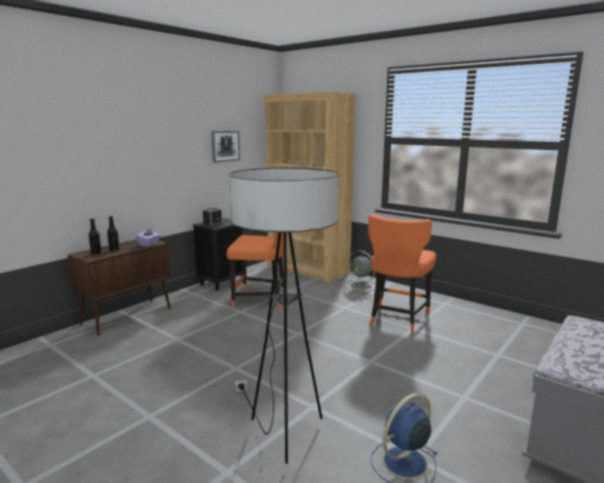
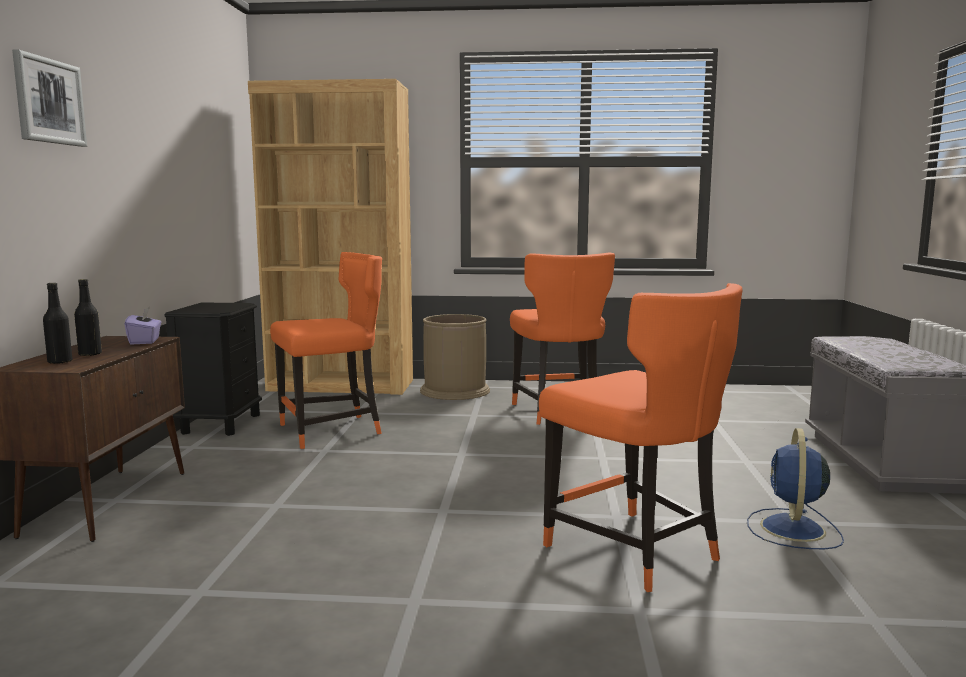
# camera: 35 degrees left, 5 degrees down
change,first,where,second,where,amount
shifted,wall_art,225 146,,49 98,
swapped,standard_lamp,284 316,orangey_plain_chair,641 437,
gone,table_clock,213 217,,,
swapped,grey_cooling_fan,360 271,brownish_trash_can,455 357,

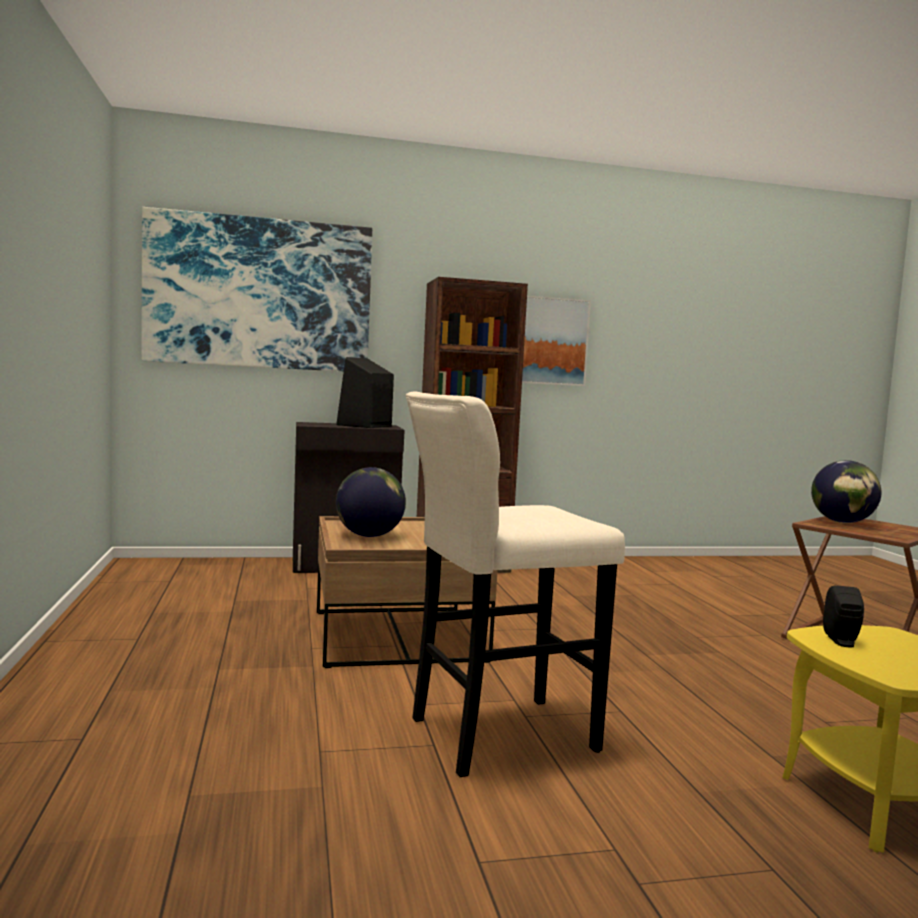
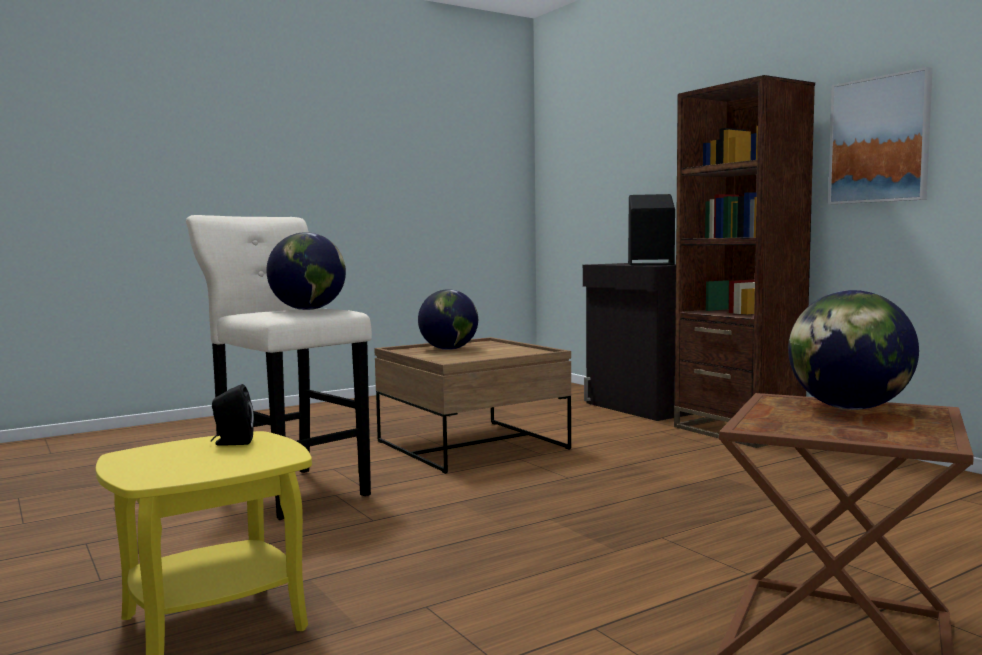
# camera: 70 degrees right, 0 degrees up
change,first,where,second,where,amount
gone,wall_art,256 289,,,
new,,,world_globe,306 271,

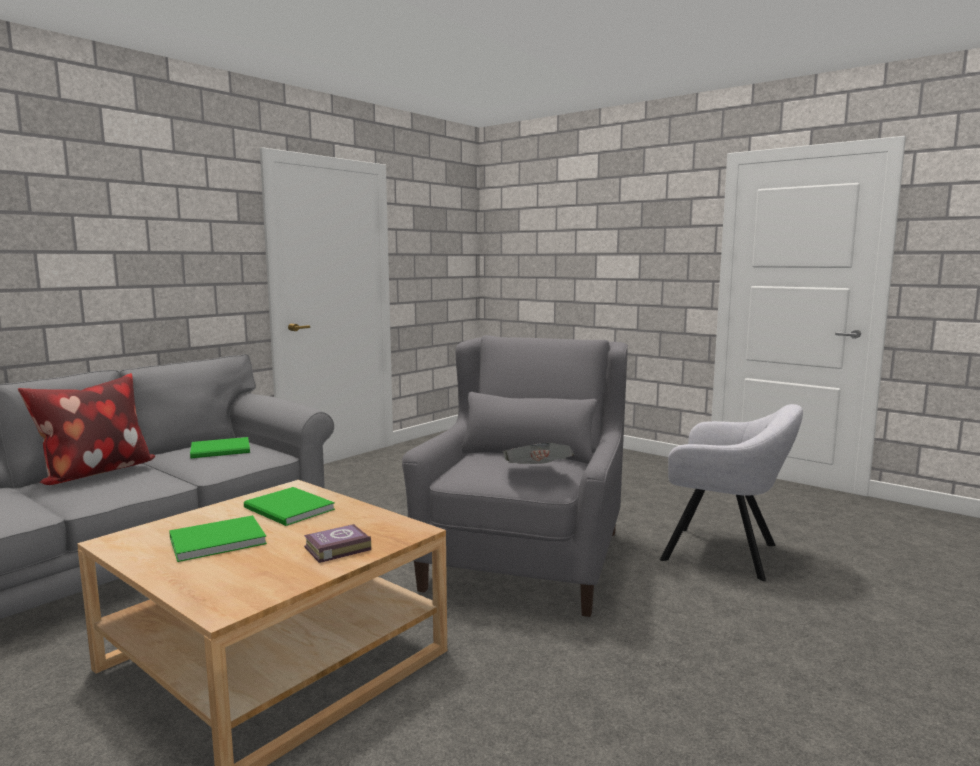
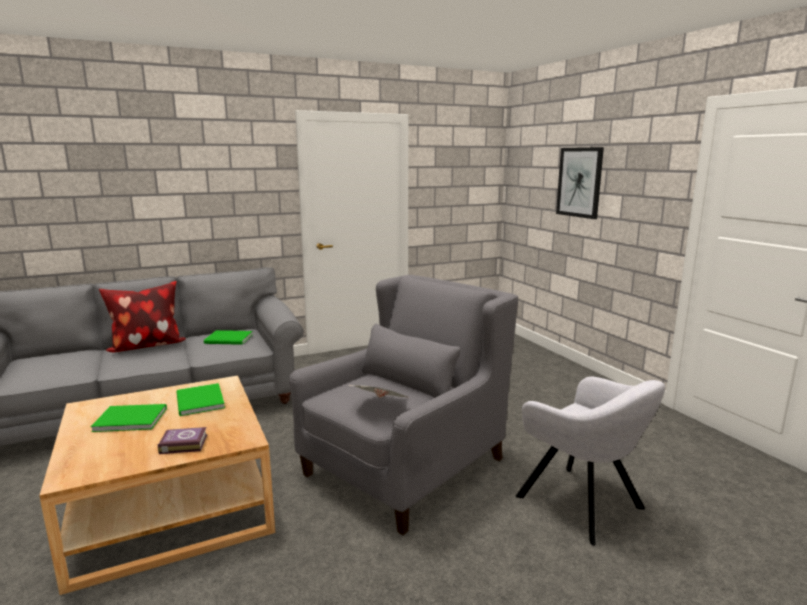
# camera: 25 degrees right, 5 degrees up
change,first,where,second,where,amount
new,,,wall_art,580 183,

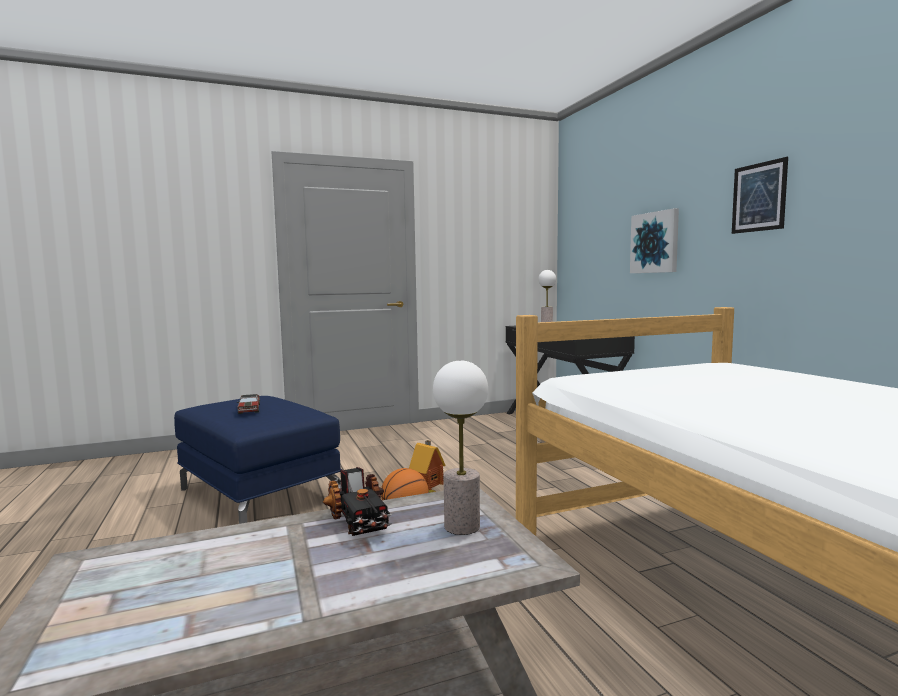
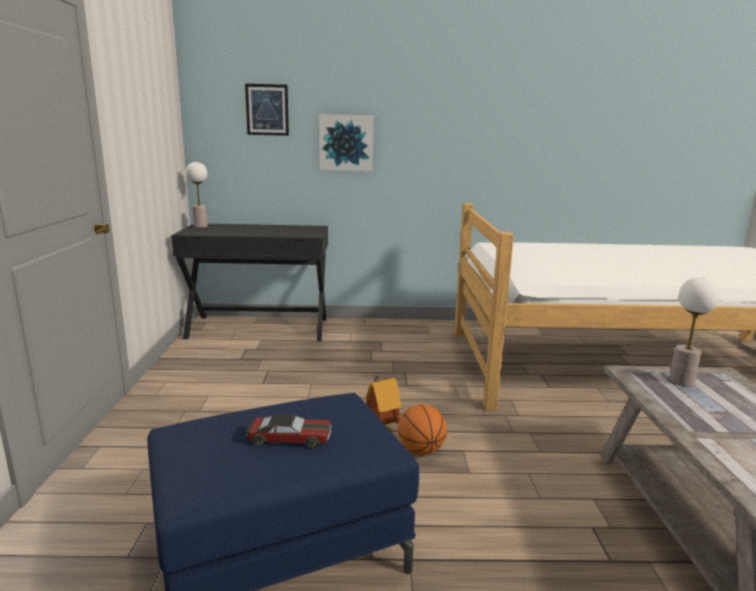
# camera: 70 degrees left, 10 degrees up
change,first,where,second,where,amount
shifted,wall_art,760 195,,267 110,
gone,toy_lorry,357 501,,,

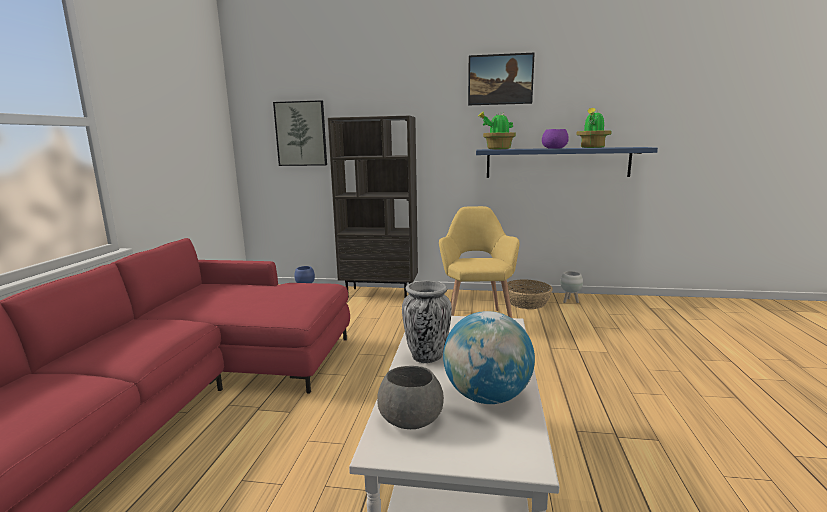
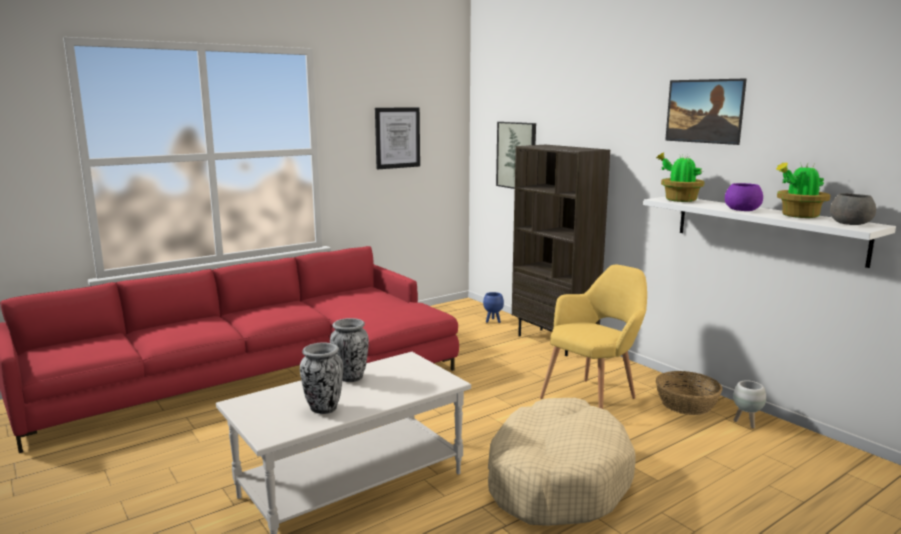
# camera: 45 degrees right, 0 degrees up
change,first,where,second,where,amount
repainted,blue_bracket_shelf,567 162,white_bracket_shelf,769 232,
swapped,world_globe,489 357,decorative_vase,321 378,
shifted,grey_bowl,410 397,,853 209,
new,,,wall_art,397 138,
new,,,sand-coloured_pet_bed,562 462,

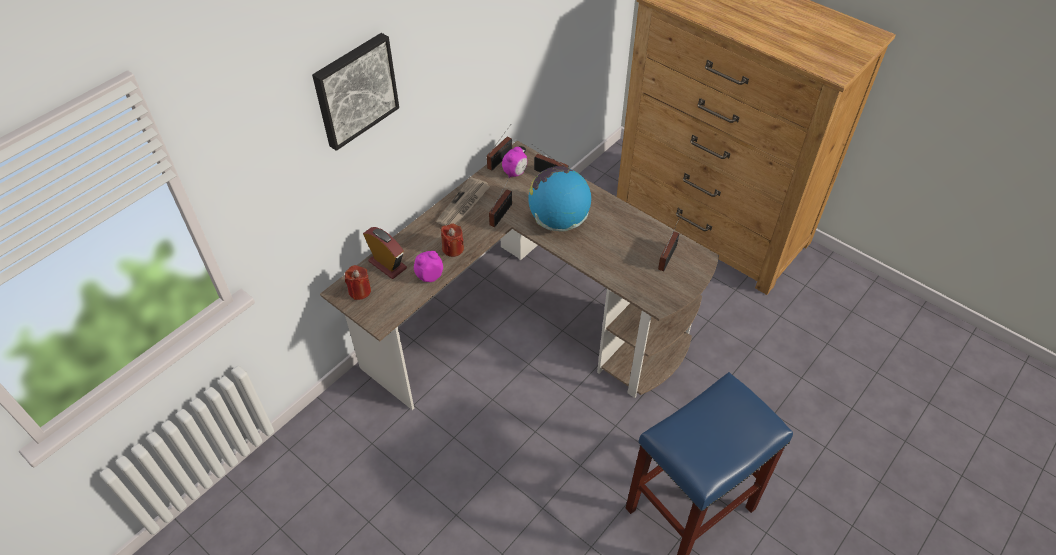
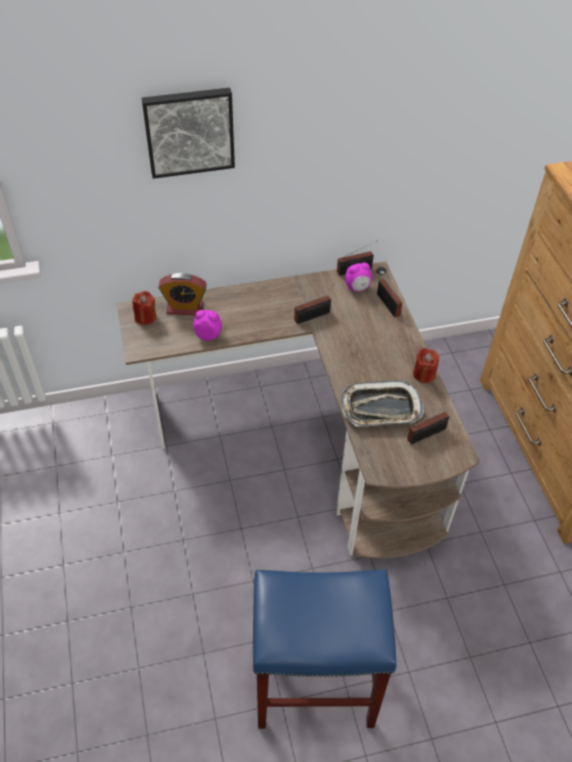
# camera: 35 degrees right, 0 degrees up
change,first,where,second,where,amount
gone,world_globe,559 198,,,
gone,daily_paper,463 201,,,
shifted,red_wax_light,452 240,,426 365,
rotated,table_clock,385 253,,182 294,105 degrees clockwise
new,,,tray,383 403,

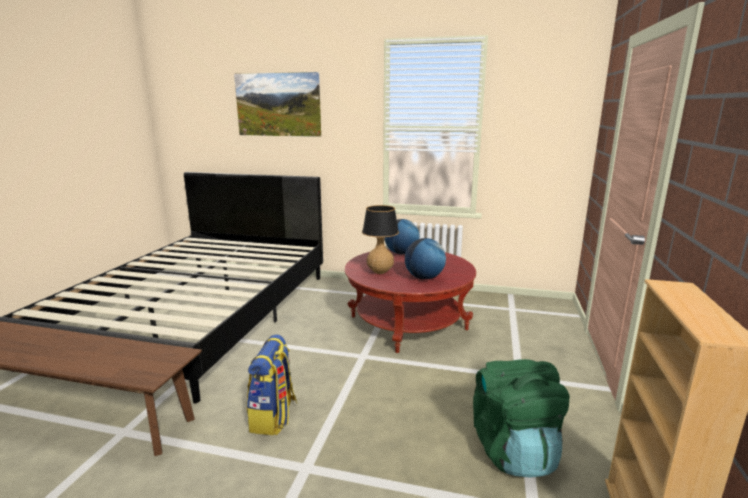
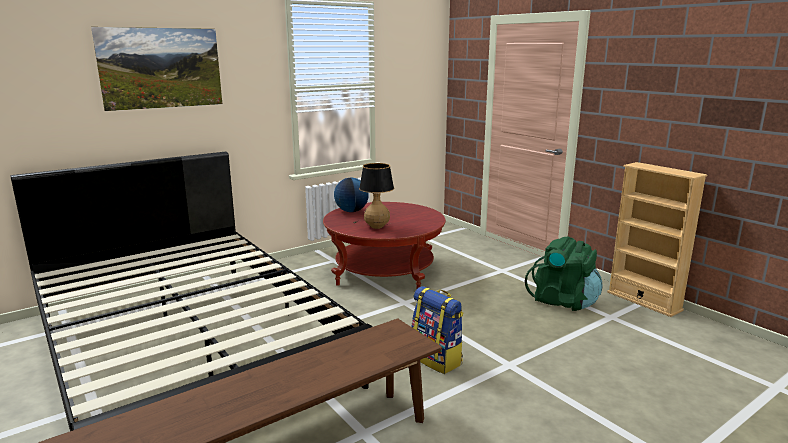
# camera: 50 degrees left, 0 degrees up
change,first,where,second,where,amount
gone,world_globe,425 258,,,

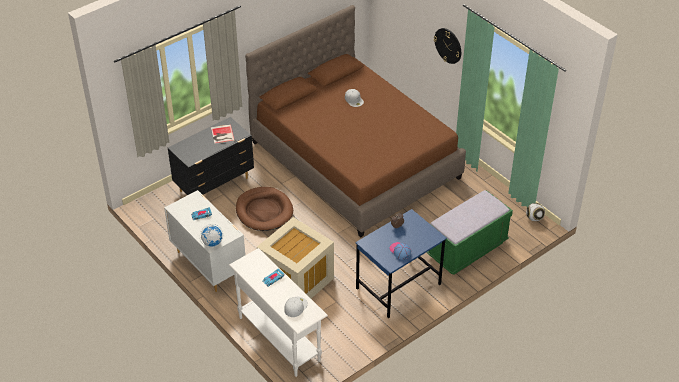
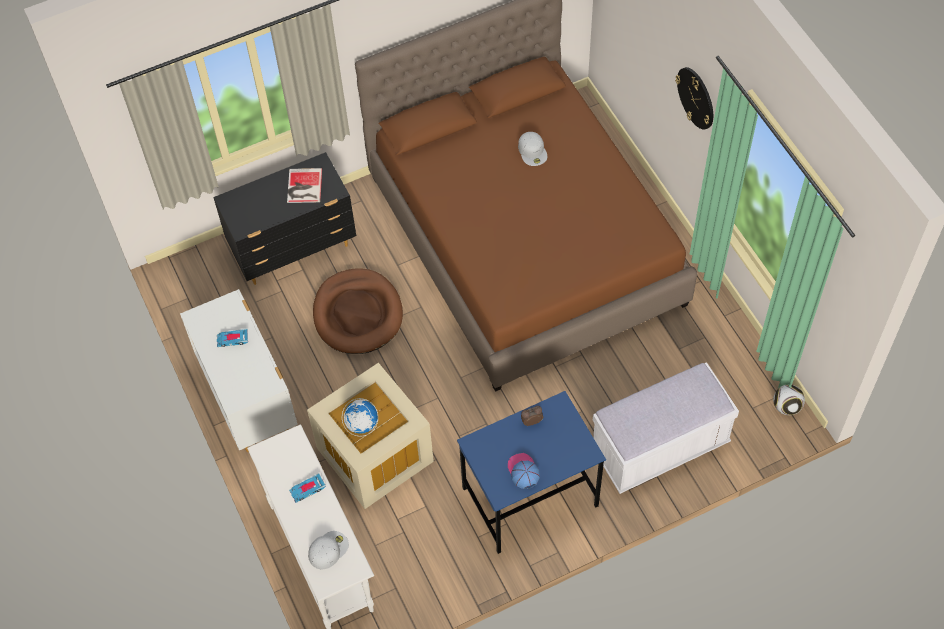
# camera: 15 degrees right, 15 degrees up
change,first,where,second,where,amount
repainted,greenish_indoor_bench,470 232,white_indoor_bench,666 428,
shifted,world_globe,211 236,,360 417,

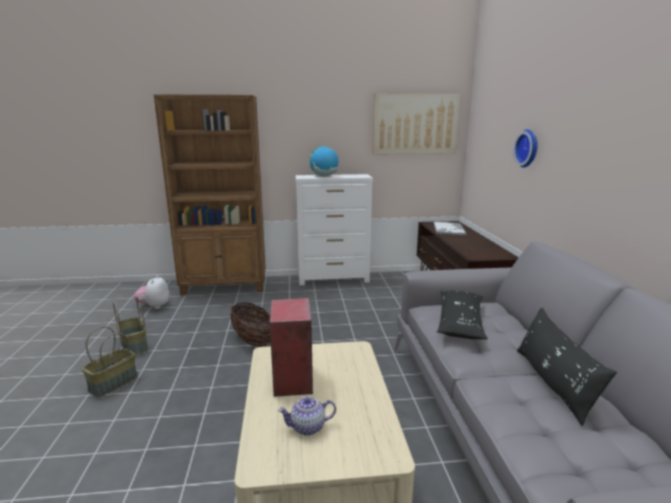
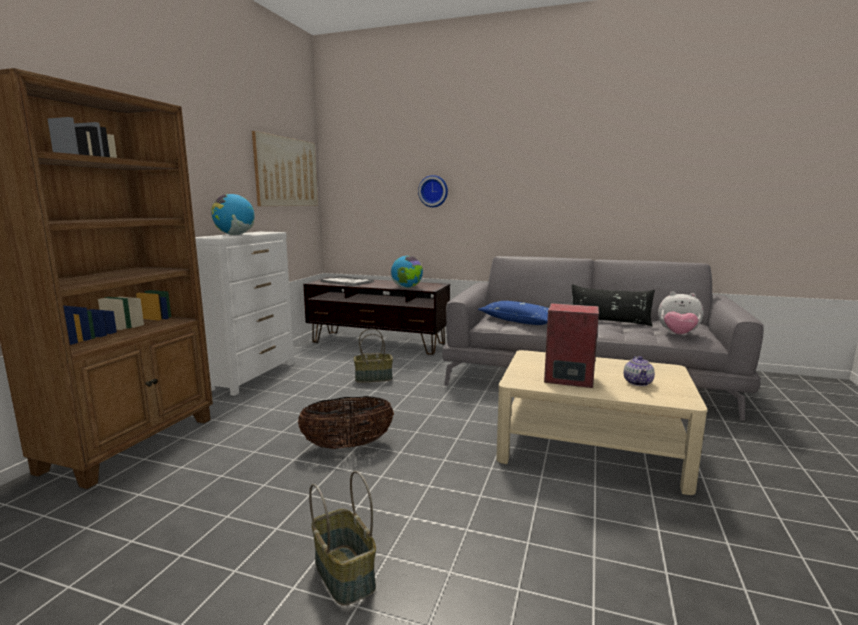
# camera: 65 degrees left, 5 degrees down
change,first,where,second,where,amount
shifted,cuddly_toy,151 292,,680 313,
repainted,blackish_throw_pillow,462 315,blue_throw_pillow,513 313,
shifted,storage_basket,130 326,,373 355,
new,,,world_globe,407 272,

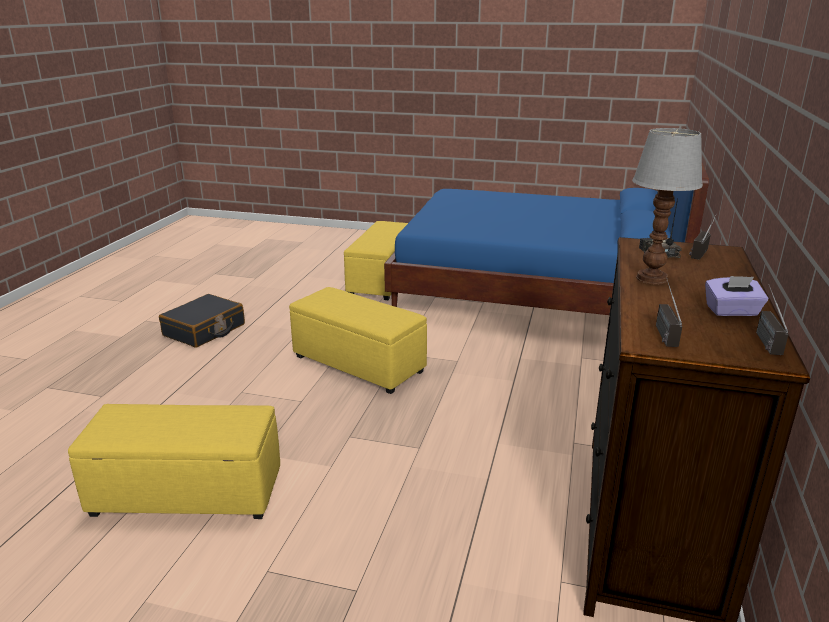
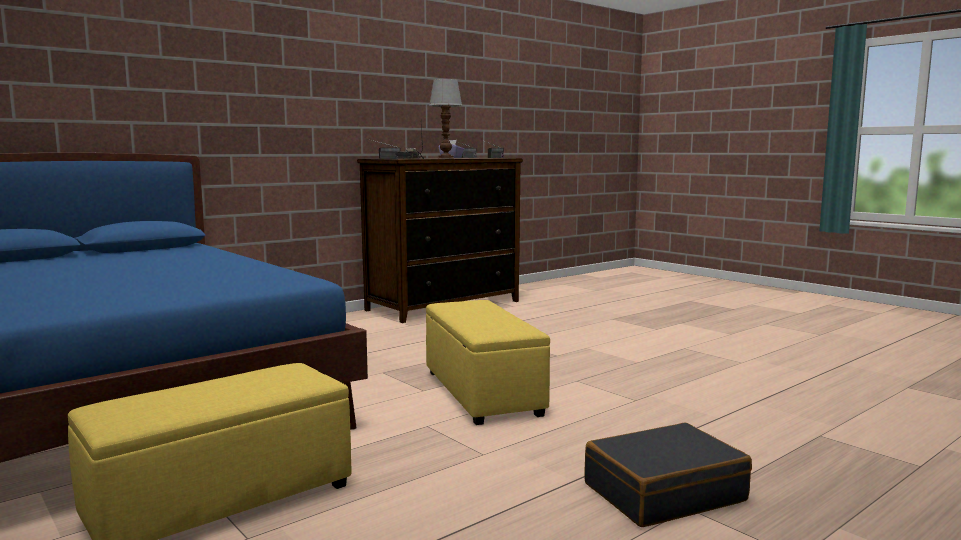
# camera: 145 degrees left, 15 degrees down
change,first,where,second,where,amount
gone,yellow-coloured_footrest,174 461,,,

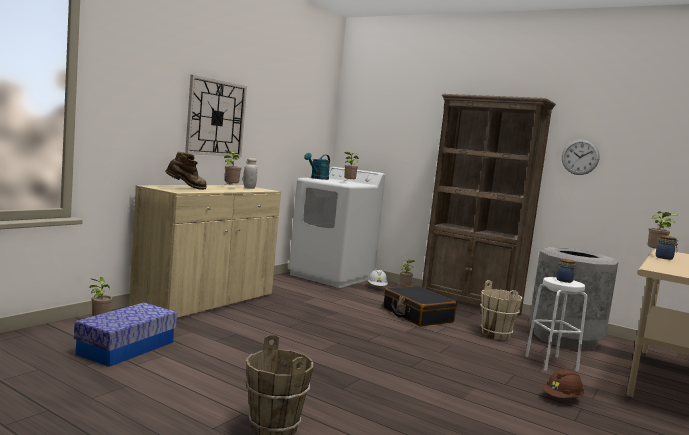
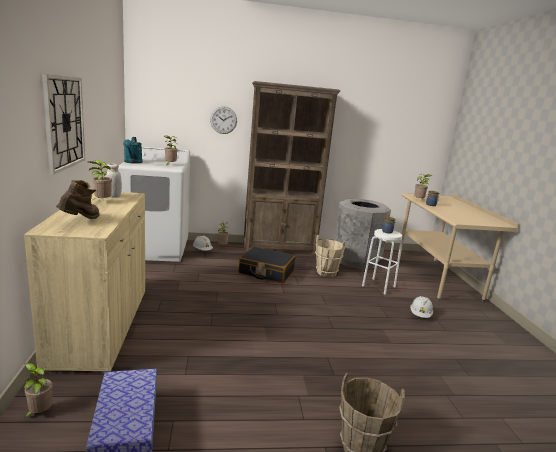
# camera: 40 degrees left, 10 degrees up
change,first,where,second,where,amount
shifted,hanging_clock,581 157,,223 120,
repainted,brownish_work_helmet,563 383,white_work_helmet,421 307,

